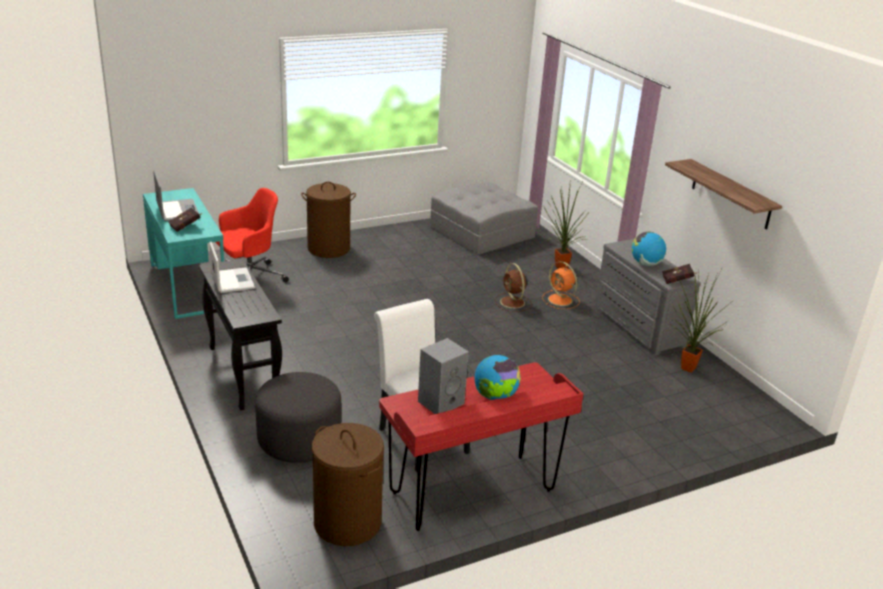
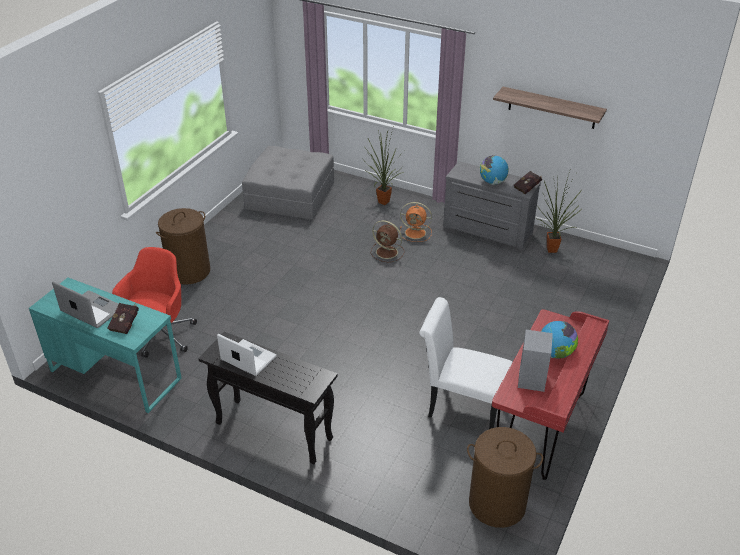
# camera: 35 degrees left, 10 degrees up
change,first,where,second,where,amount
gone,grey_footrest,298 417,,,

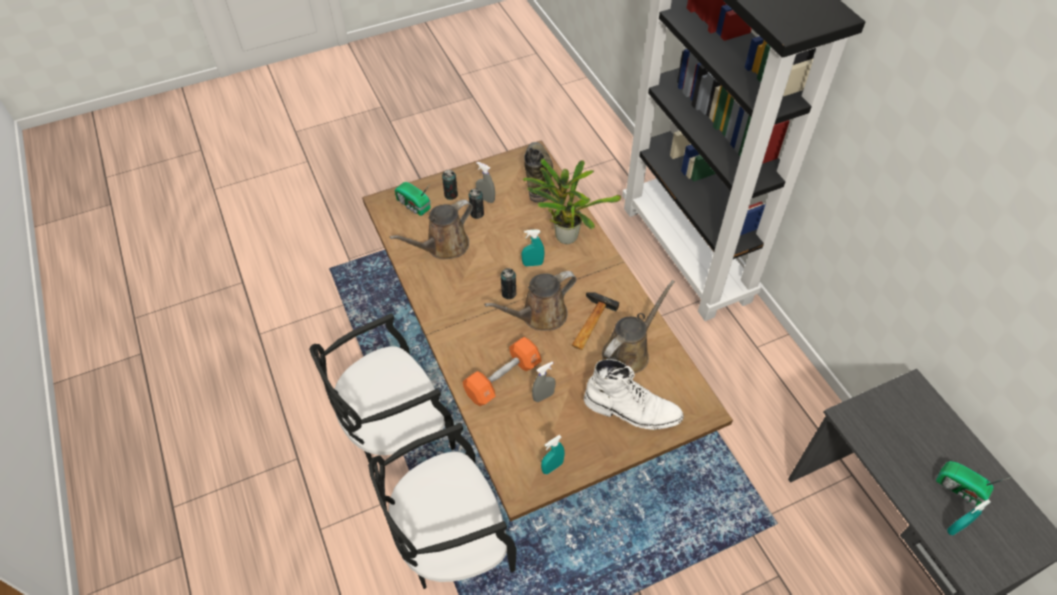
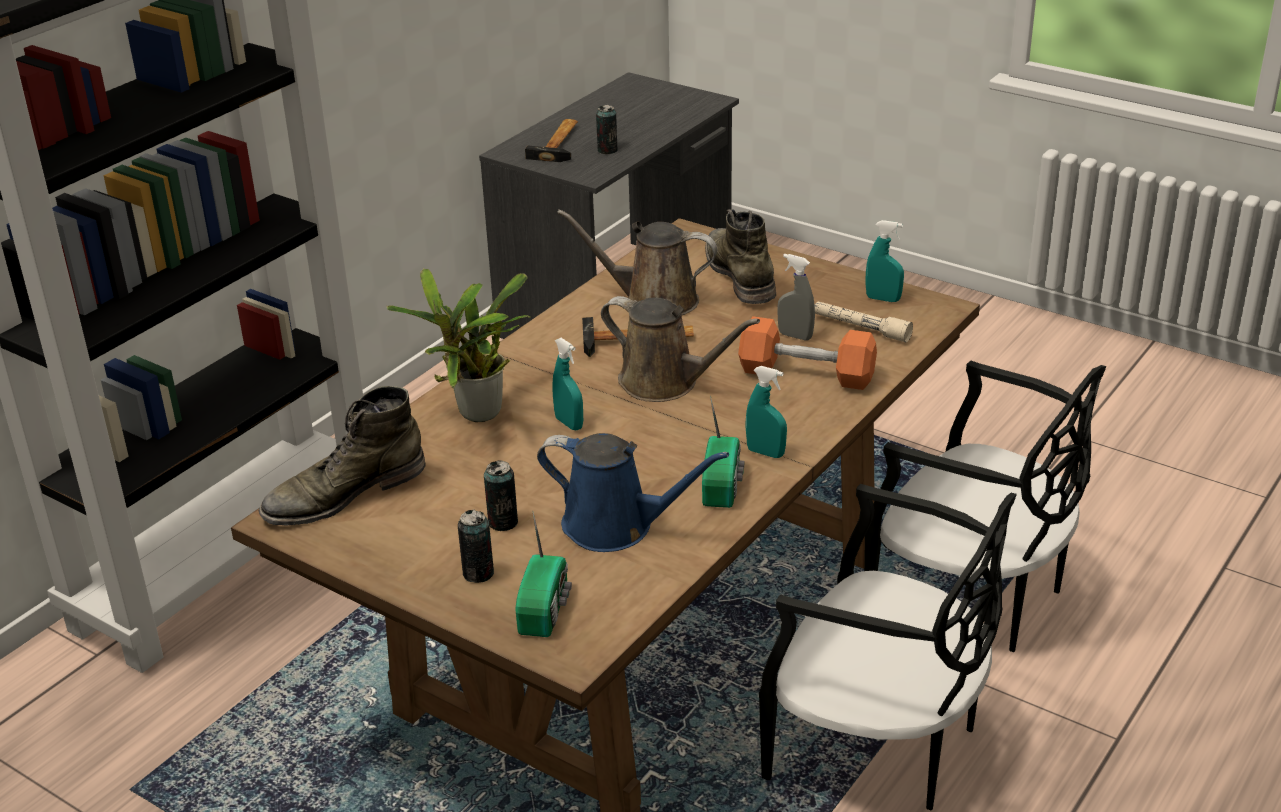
# camera: 120 degrees left, 20 degrees down
change,first,where,second,where,amount
gone,grey_sprayer,485 182,,,
repainted,brownish_watering_pot,431 230,blue_watering_pot,633 492,
shifted,sealed_can,508 283,,607 129,
repainted,white_tall_boot,634 394,greenish_tall_boot,740 256,
shifted,radio_set,974 483,,723 452,
shifted,blue-green_sprayer,968 517,,766 412,
new,,,hammer,551 140,
new,,,sand-coloured_hand_torch,864 321,

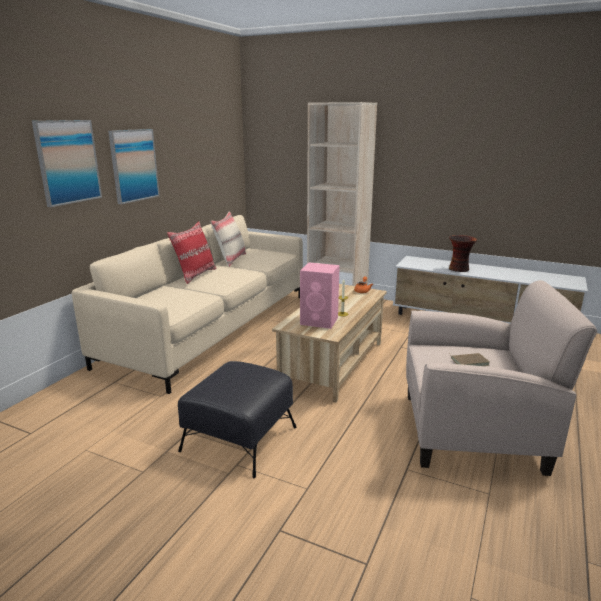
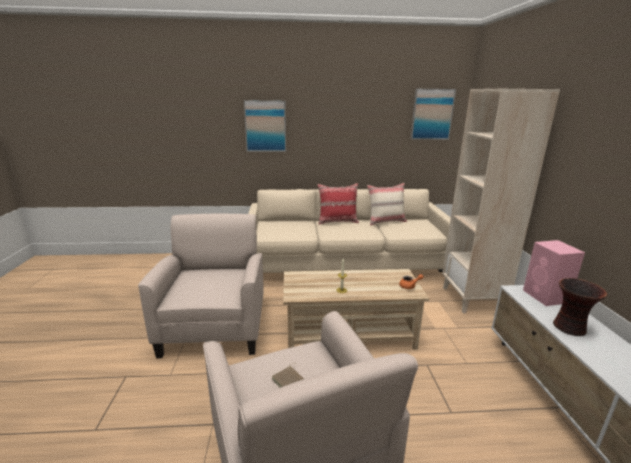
# camera: 60 degrees right, 0 degrees up
change,first,where,second,where,amount
shifted,wall_art,134 166,,433 114,
shifted,pinkish_loudspeaker,320 295,,554 273,
swapped,blackish_footrest,237 419,sand-coloured_armchair,201 286,

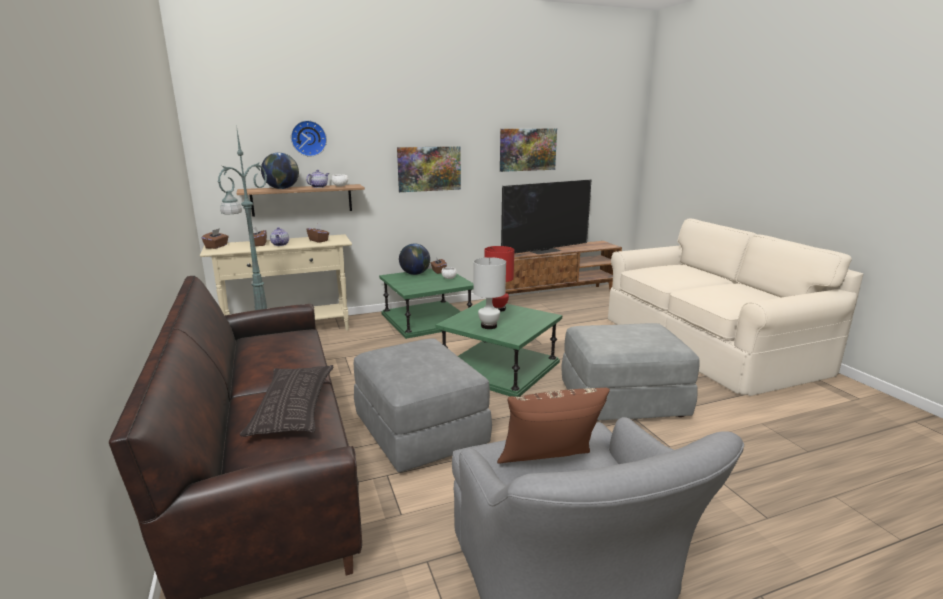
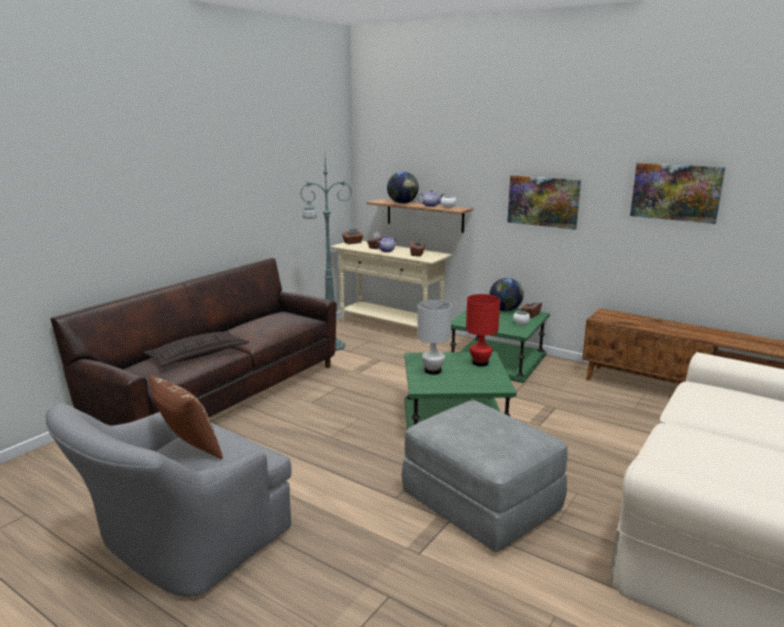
# camera: 55 degrees right, 0 degrees up
change,first,where,second,where,amount
gone,hanging_clock,309 138,,,
gone,TV_set,546 216,,,
gone,grey_footrest,423 405,,,

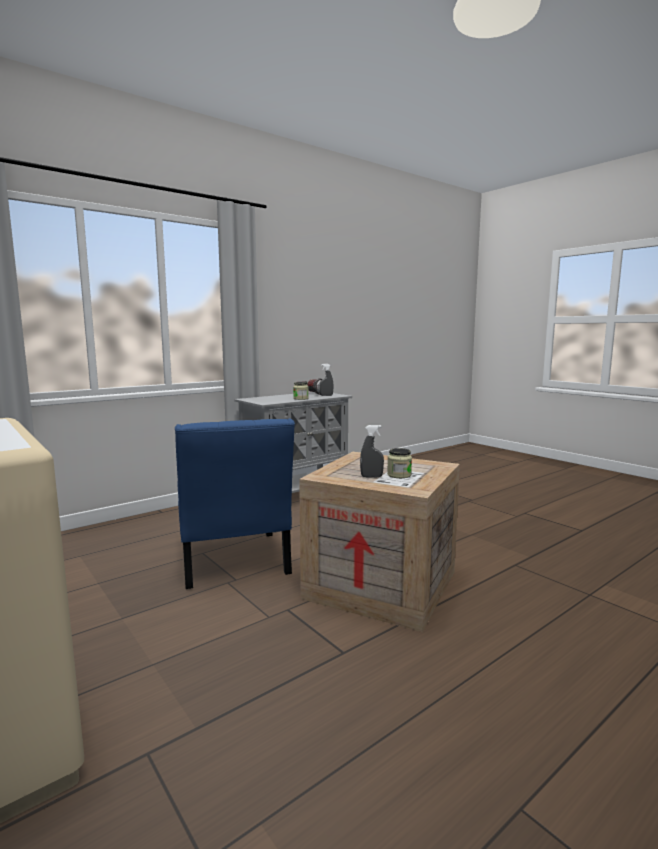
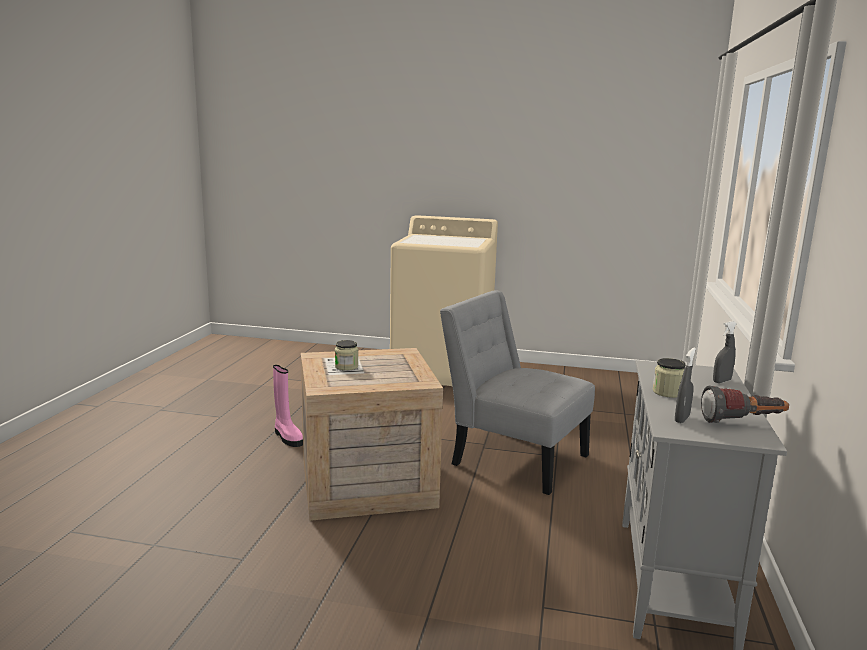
# camera: 140 degrees right, 5 degrees up
change,first,where,second,where,amount
repainted,blue_plain_chair,235 503,grey_plain_chair,517 393,
shifted,grey_sprayer,372 451,,725 352,
new,,,pinkish_tall_boot,288 406,

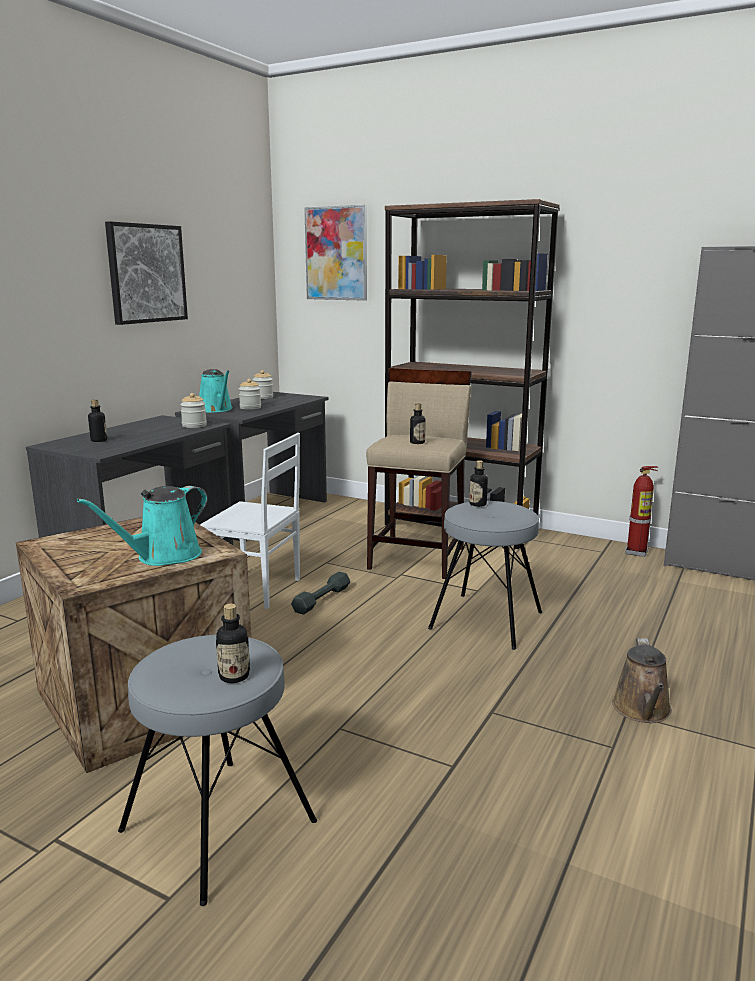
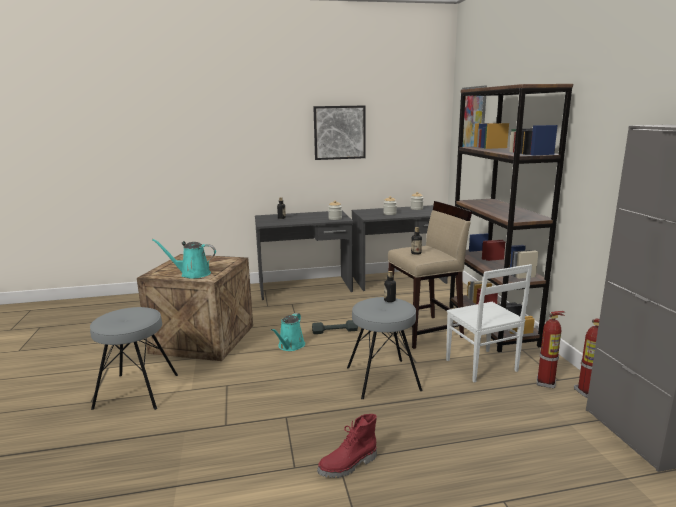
# camera: 50 degrees right, 0 degrees up
change,first,where,second,where,amount
shifted,blue-green_watering_pot,216 391,,288 332,
shifted,white_plain_chair,250 521,,489 323,
gone,drink_bottle,233 643,,,
swapped,brownish_watering_pot,642 680,red_tall_boot,347 446,
new,,,fire_extinguisher,551 350,

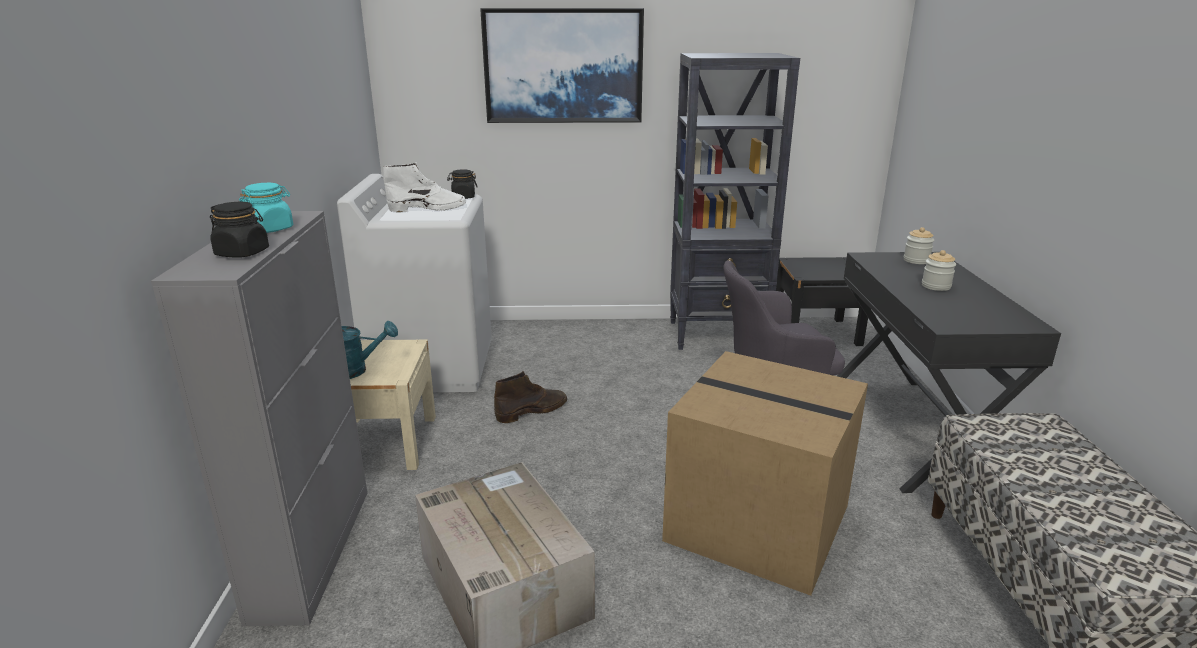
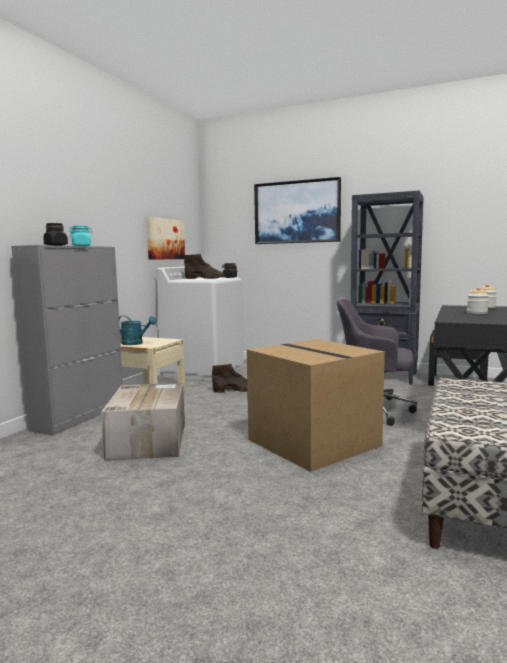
# camera: 25 degrees right, 15 degrees down
change,first,where,second,where,amount
repainted,white_tall_boot,424 187,brownish_tall_boot,204 266,
new,,,wall_art,165 238,

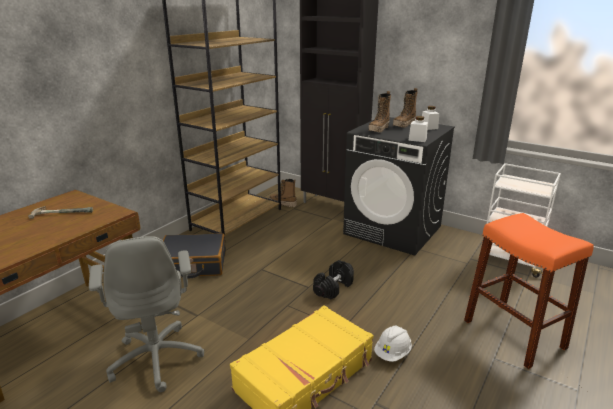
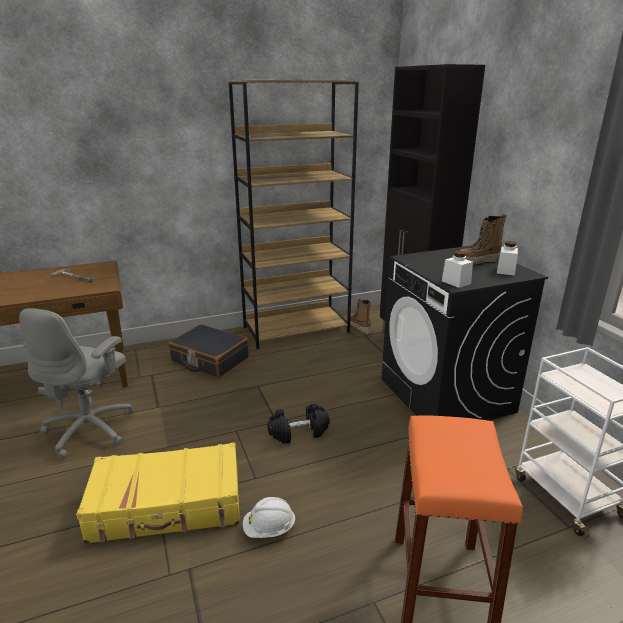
# camera: 35 degrees right, 0 degrees up
change,first,where,second,where,amount
gone,tall_boot,379 111,,,

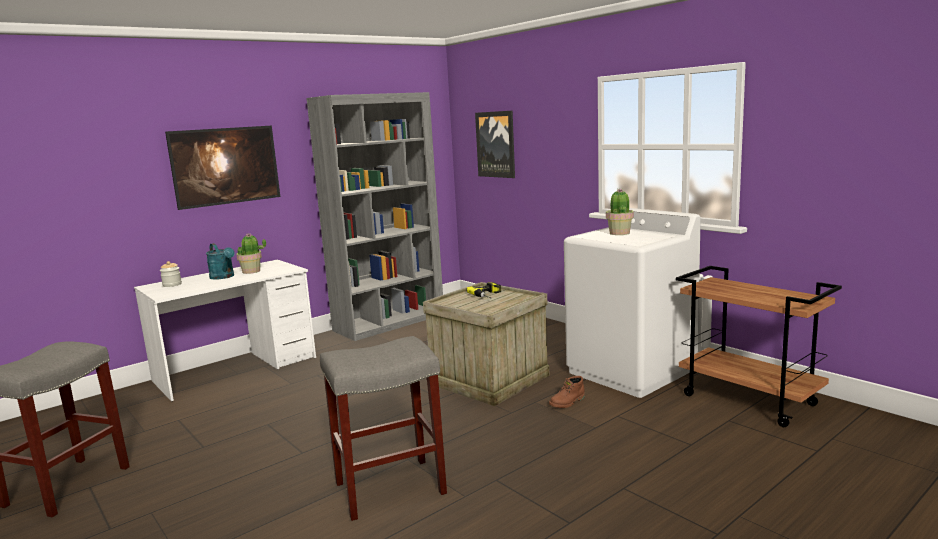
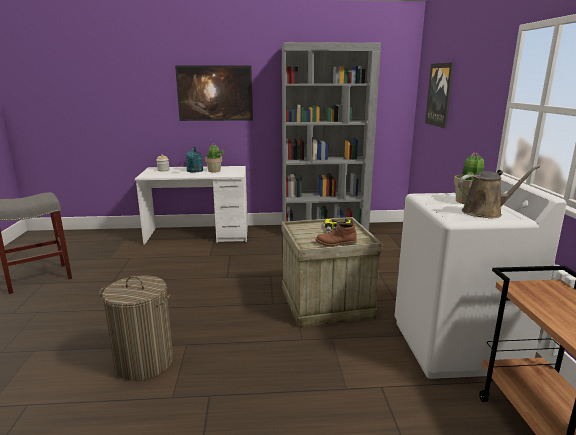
# camera: 35 degrees right, 5 degrees up
change,first,where,second,where,amount
swapped,grey_stool_seat,383 428,hamper,136 328,
shifted,brownish_tall_boot,567 392,,336 235,
new,,,brownish_watering_pot,499 191,

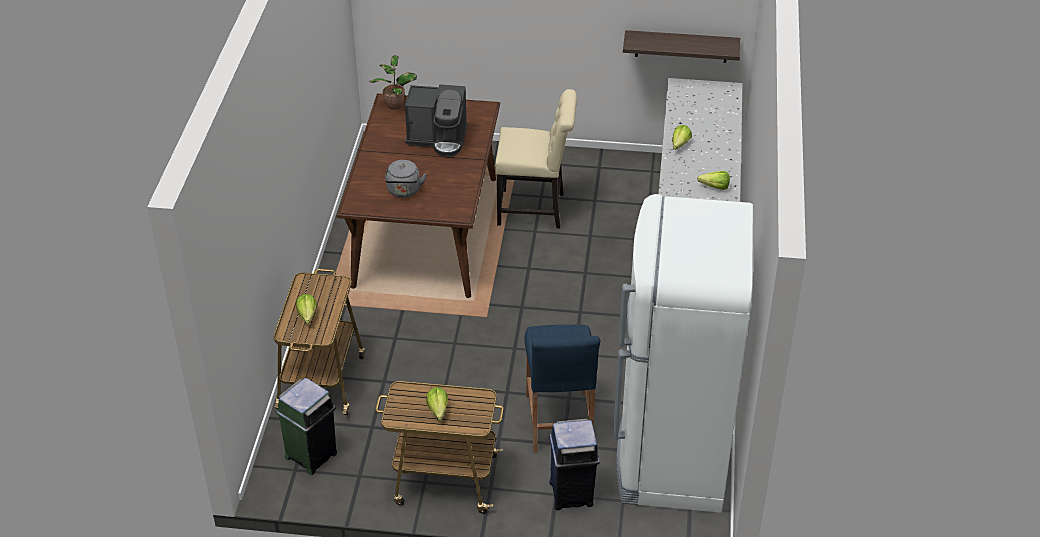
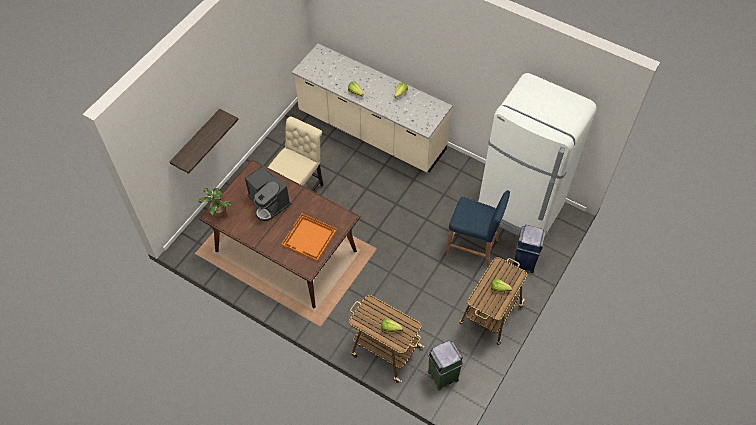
# camera: 65 degrees left, 15 degrees up
change,first,where,second,where,amount
shifted,bracket_shelf,681 46,,204 141,
rotated,coffee_maker,436 121,,268 193,105 degrees clockwise
swapped,grey_water_kettle,406 179,orangey_tray,309 238,

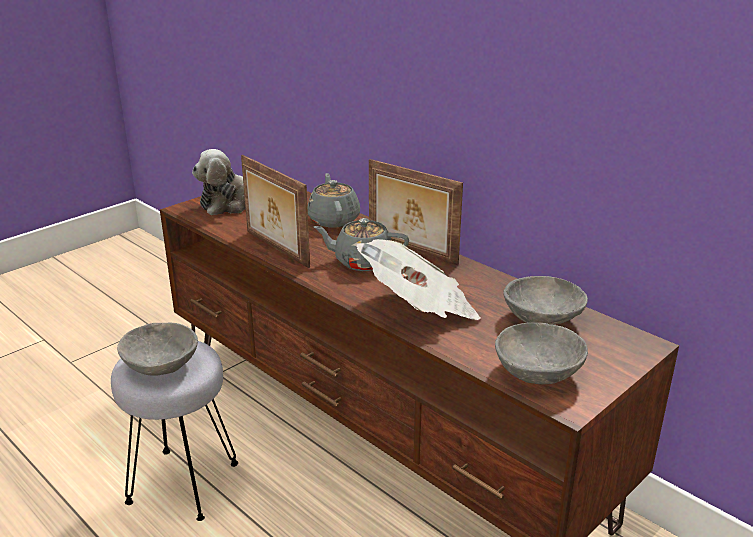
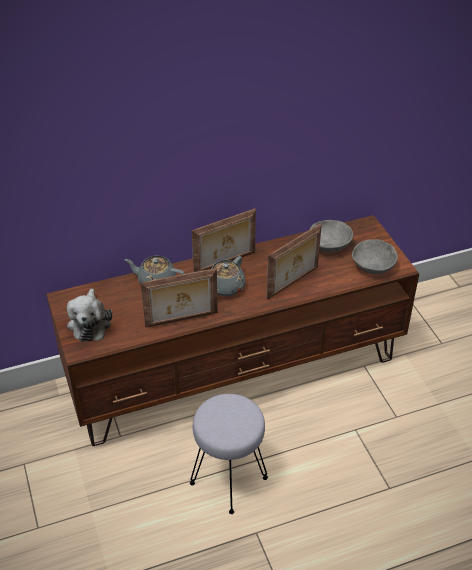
# camera: 65 degrees left, 15 degrees up
change,first,where,second,where,amount
swapped,daily_paper,418 279,photo_frame,294 261,
gone,grey_bowl,157 349,,,

